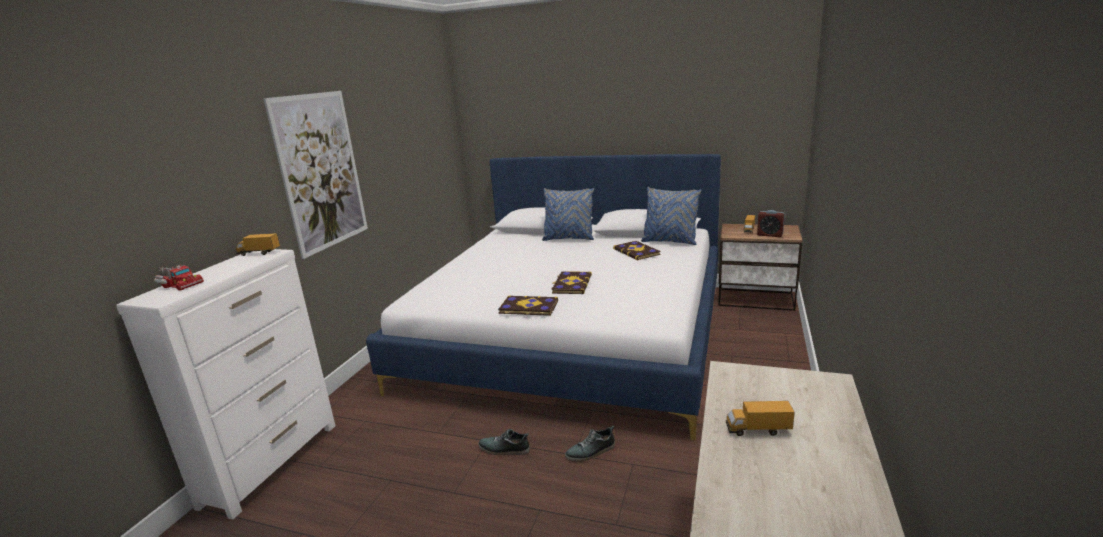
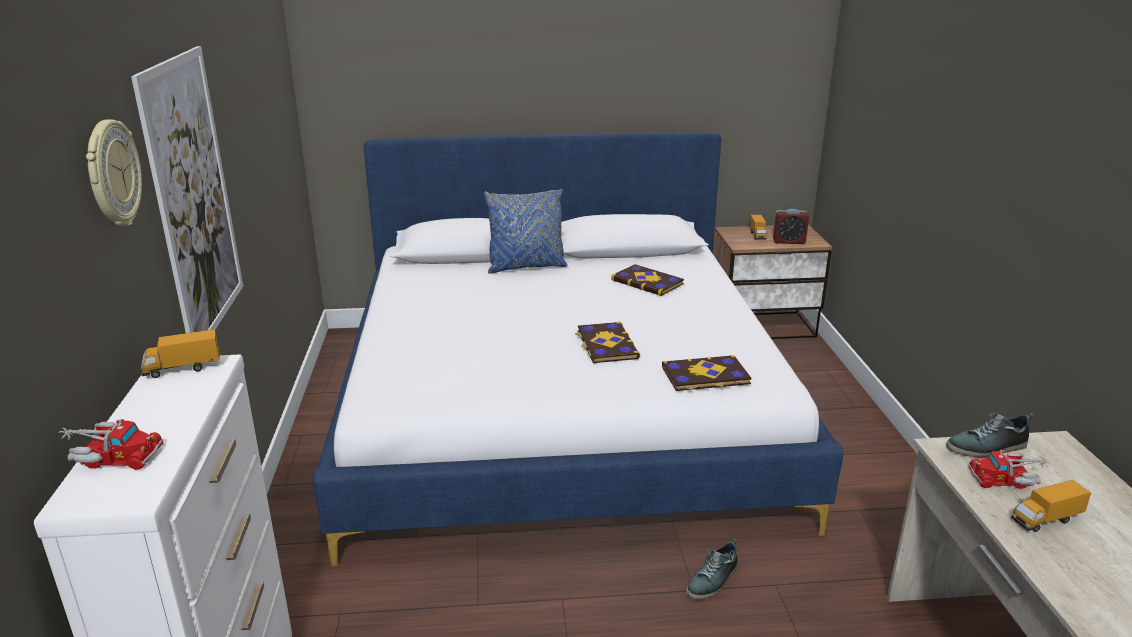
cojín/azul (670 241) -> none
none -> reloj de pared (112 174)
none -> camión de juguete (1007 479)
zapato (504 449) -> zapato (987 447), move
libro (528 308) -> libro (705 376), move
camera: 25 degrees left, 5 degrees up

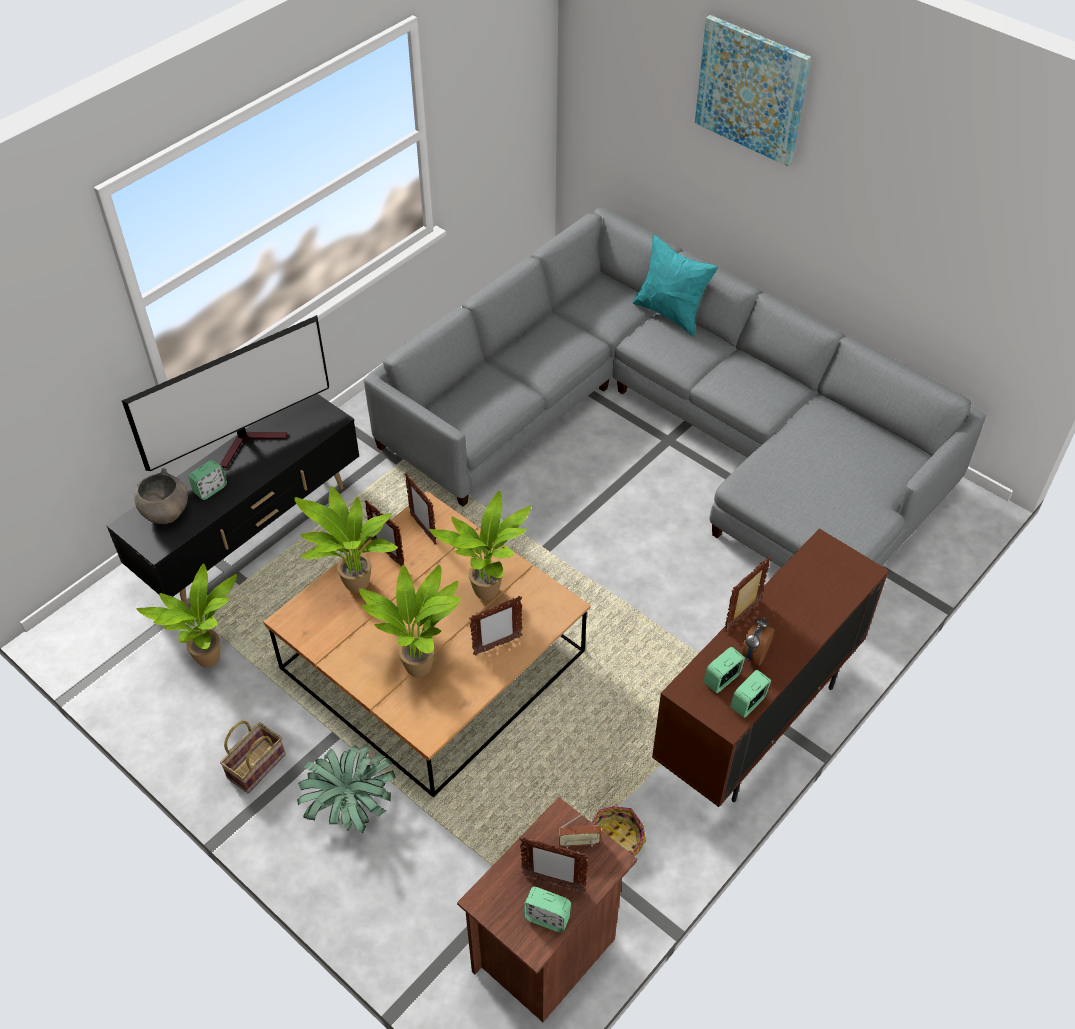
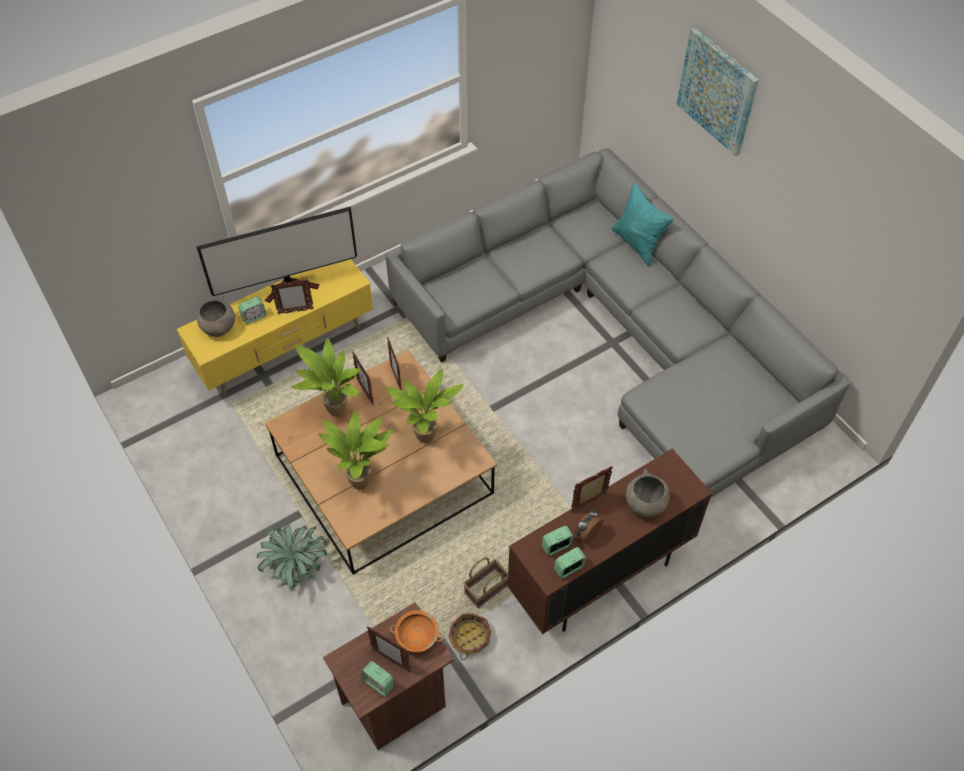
planta en maceta (211 662) -> none
none -> cuenco/gris (645 505)
cesta (256 764) -> cesta (487 588), move
portarretratos (497 645) -> portarretratos (295 311), move
radio (579 843) -> cuenco/naranja (417 637)
mueble de televisión/negro (253 534) -> mueble de televisión/amarillo (286 350)
camera: 15 degrees right, 5 degrees up

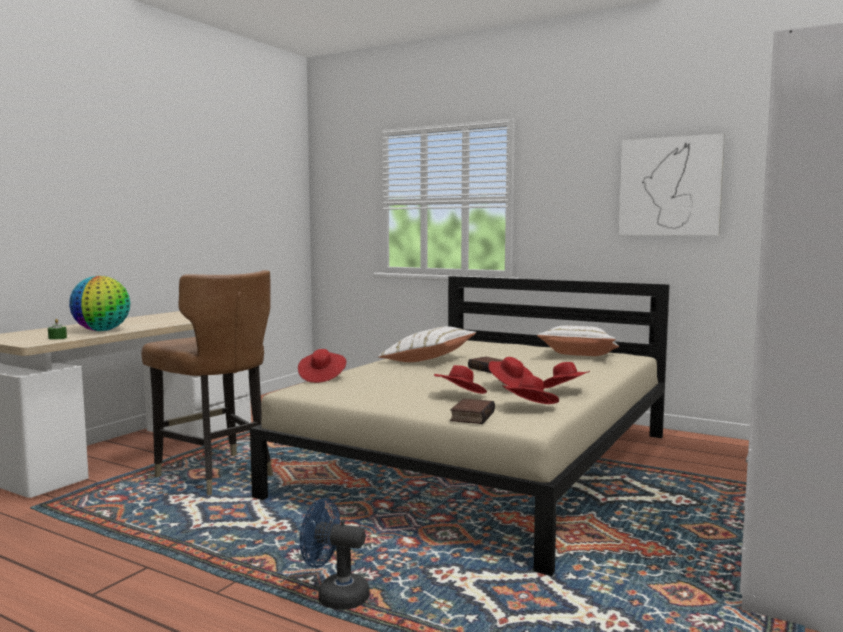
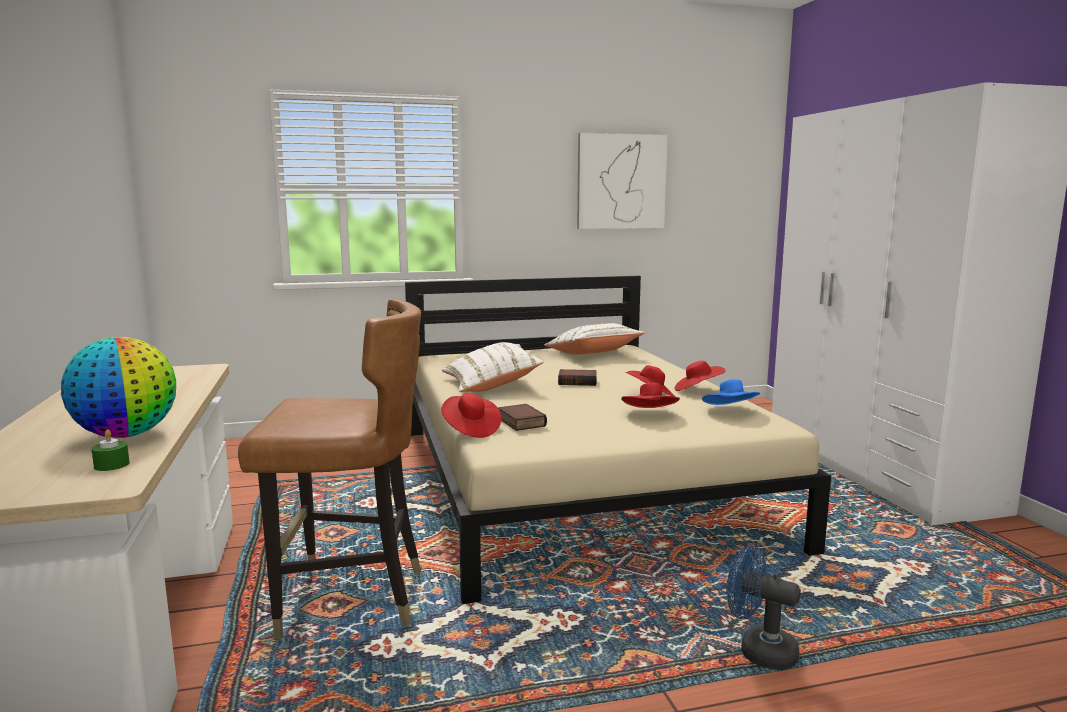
libro (471 416) -> libro (519 422), move
sombrero/rojo (530 408) -> sombrero/azul (730 411)
ventilador/azul (335 596) -> ventilador/azul (758 651), 60 degrees clockwise
camera: 45 degrees left, 5 degrees up

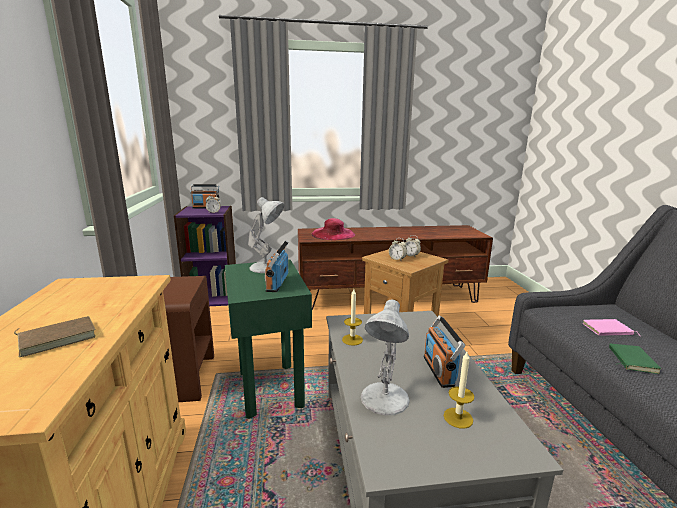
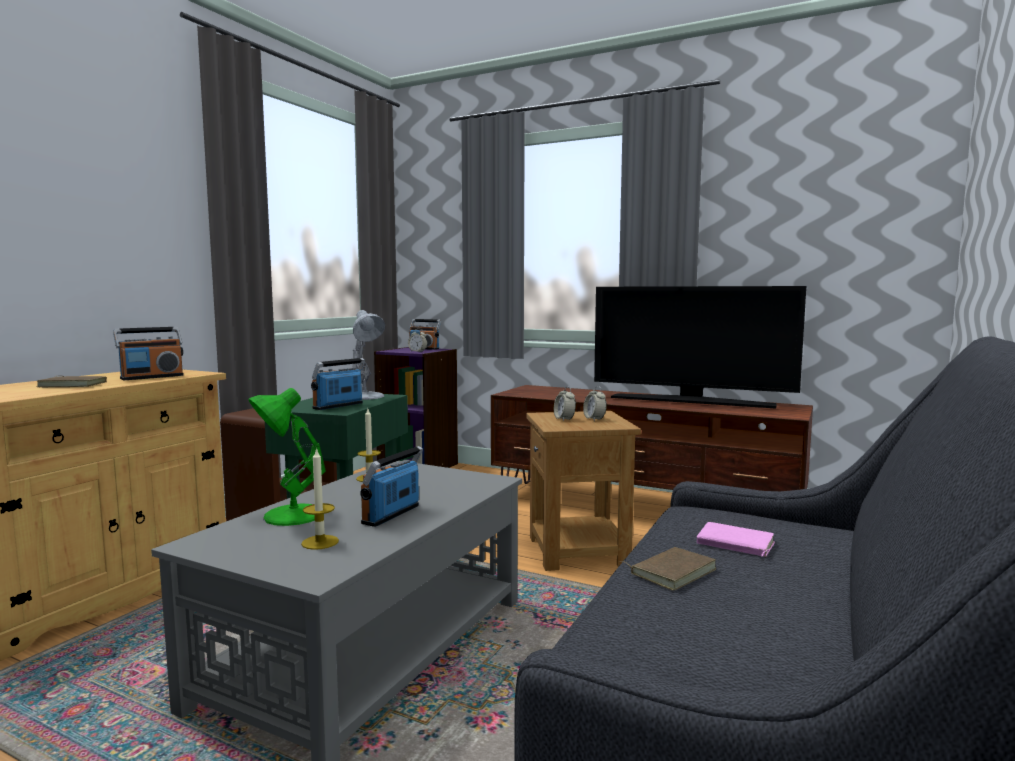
sombrero/rosa (333 234) -> none
none -> radio (152 377)
none -> televisor (692 402)
lámpara de mesa/blanco (384 400) -> lámpara de mesa/verde (290 516)
libro/verde (630 360) -> libro/marrón (671 571)
camera: 35 degrees right, 10 degrees down

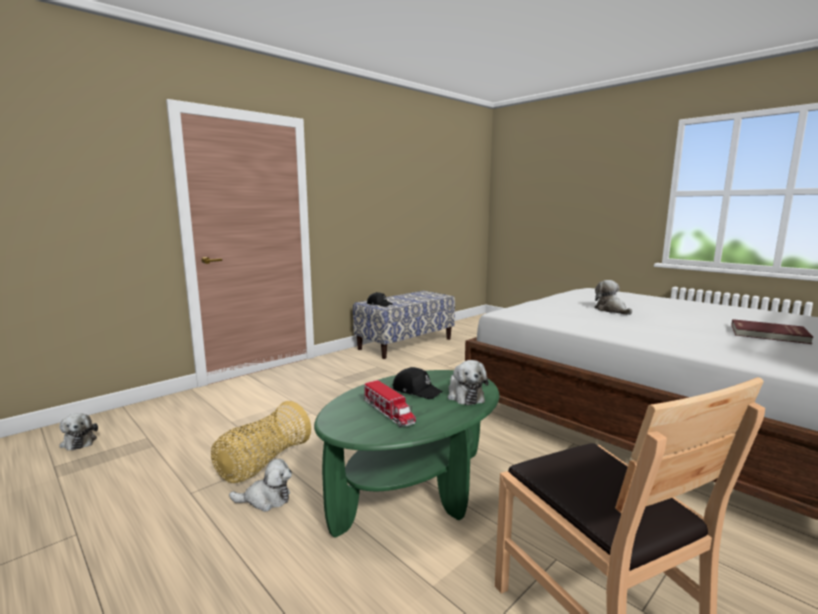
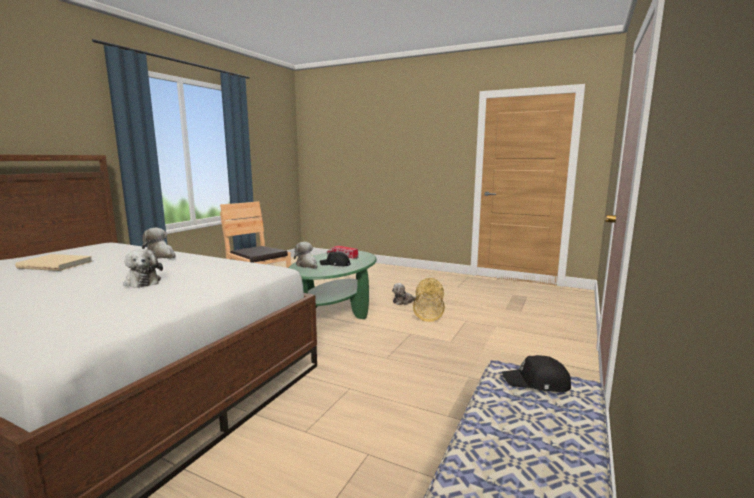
peluche (79 441) -> peluche (161 256), move
libro/rojo (769 334) -> libro/beis (56 264)
camera: 160 degrees right, 0 degrees up

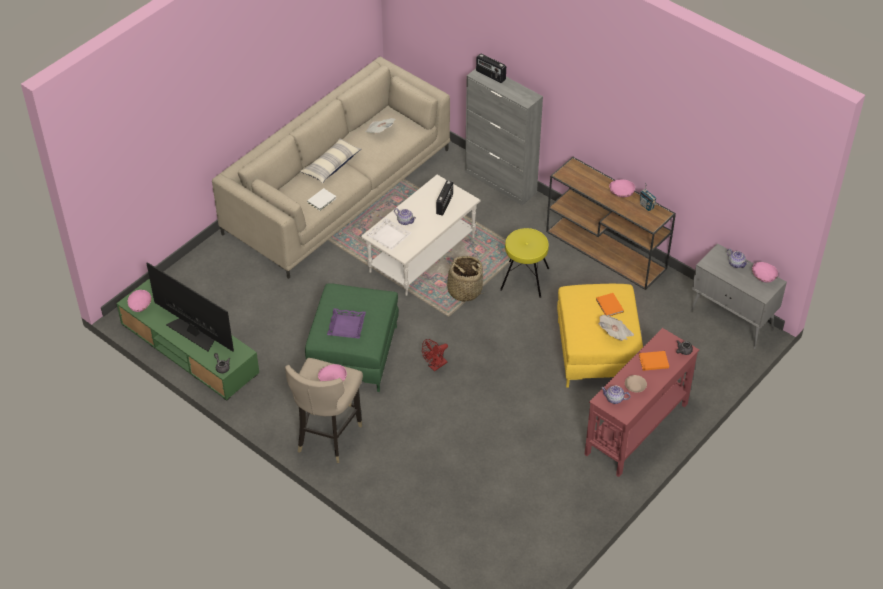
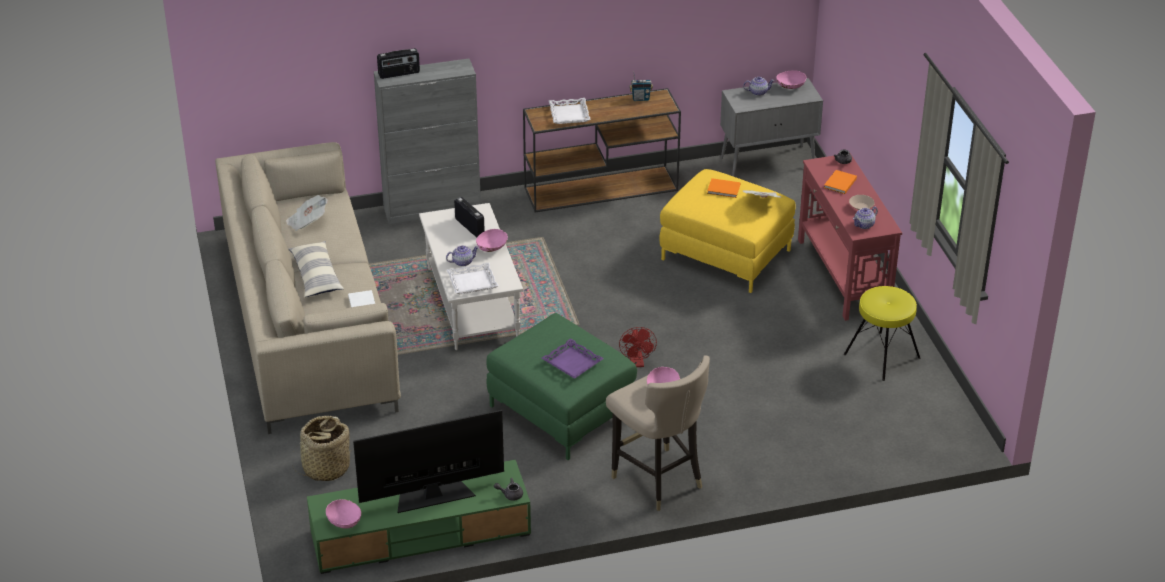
none -> bandeja/blanco (569 114)
cesta (464 290) -> cesta (326 468), move
taburete/amarillo (525 279) -> taburete/amarillo (881 355), move
cuenco/rosa (621 194) -> cuenco/rosa (492 248), move
camera: 55 degrees left, 10 degrees down

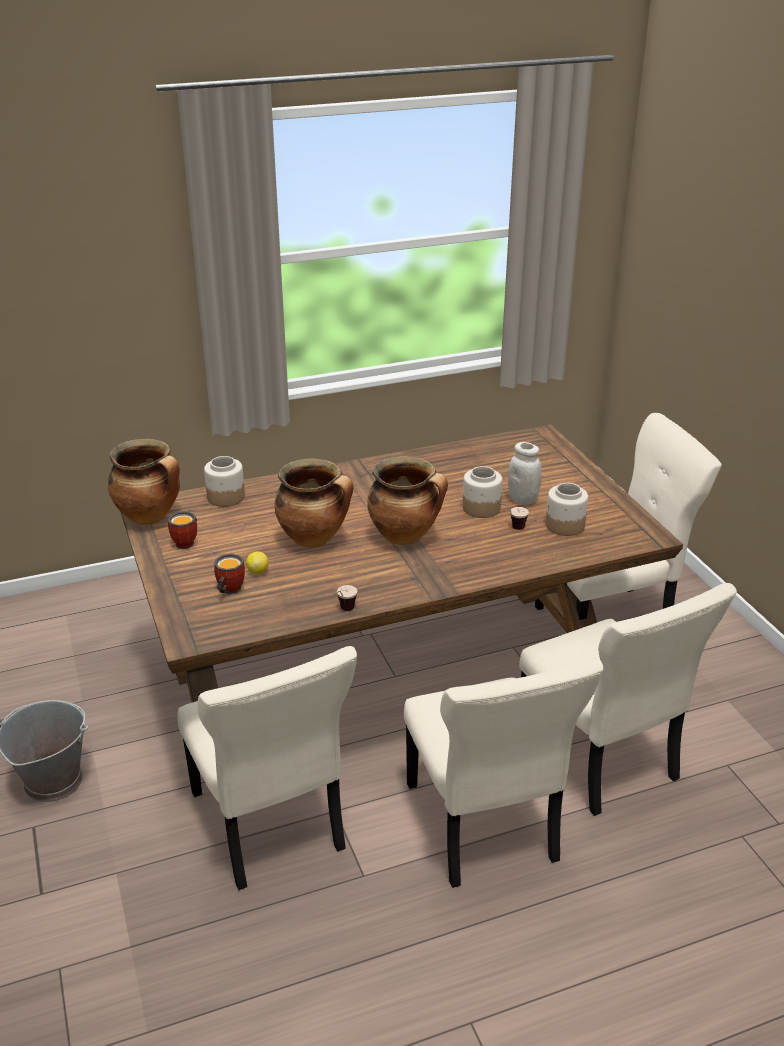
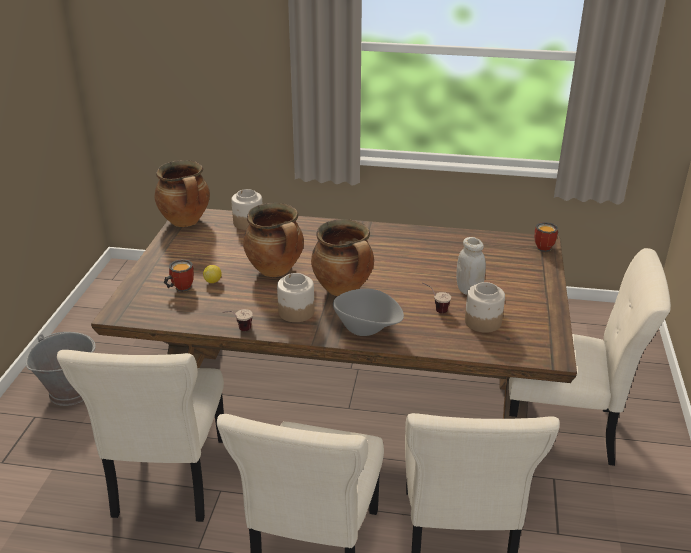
none -> cuenco/gris (368 330)
taza grande (188 542) -> taza grande (546 247), move
tarro (480 508) -> tarro (296 312), move
camera: 30 degrees right, 0 degrees up

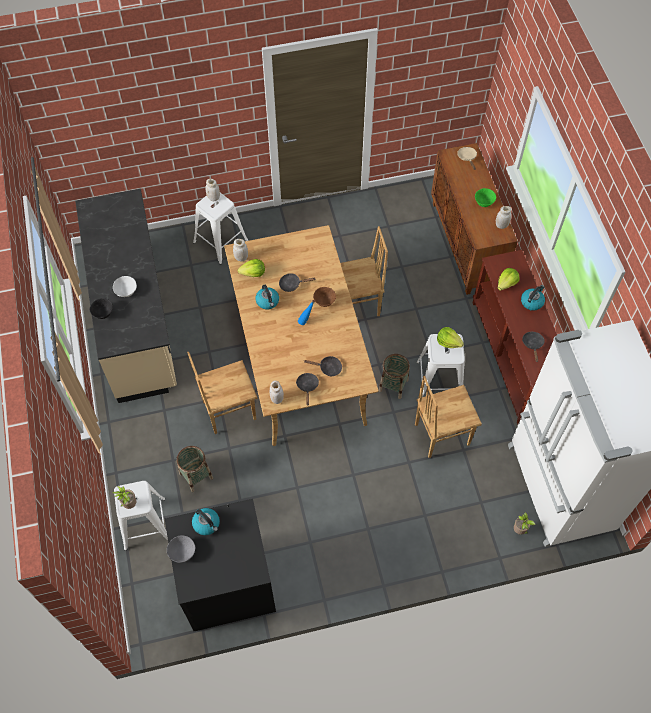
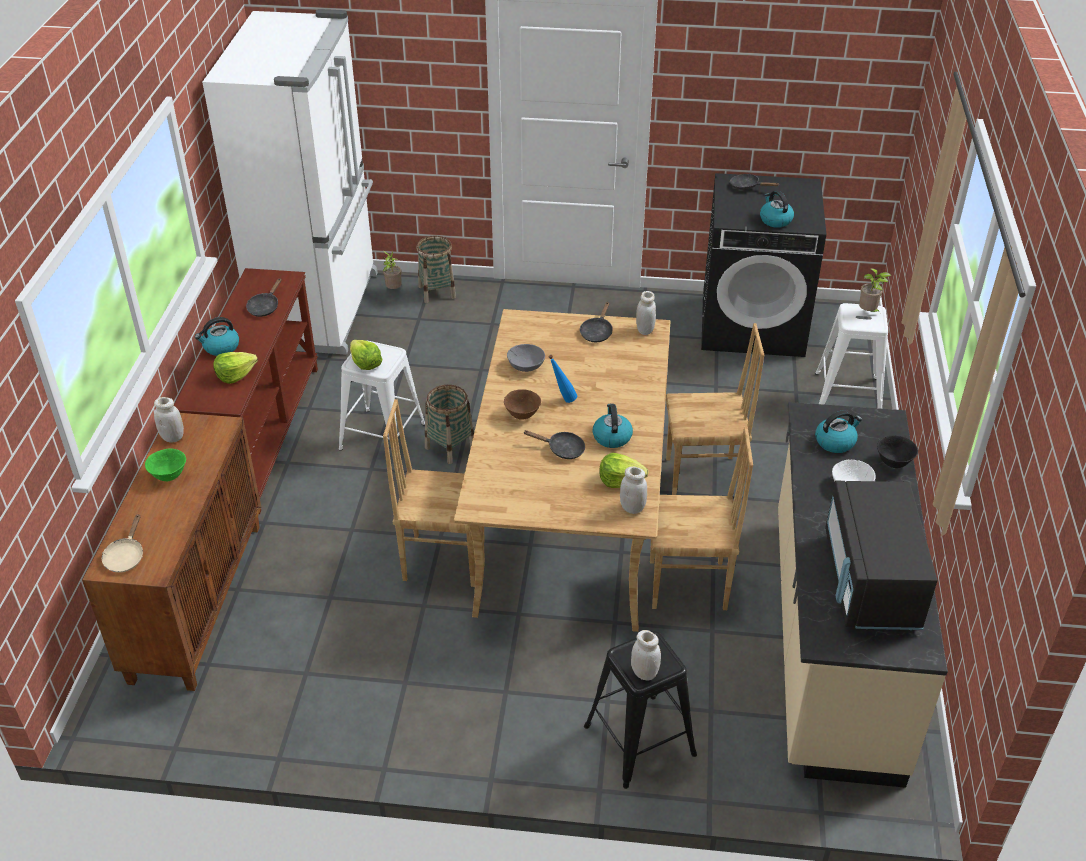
none -> hervidor (835 442)
none -> microondas/negro (870 582)
cuenco/gris (182 552) -> cuenco/gris (525 366), move
cesta (196 475) -> cesta (437 292), move
sartén/negro (328 368) -> sartén/negro (747 186), move
silla/marrón (441 434) -> silla/marrón (688 586), move
taburete/blanco (220 241) -> taburete/negro (639 741)
camera: 160 degrees left, 20 degrees down

